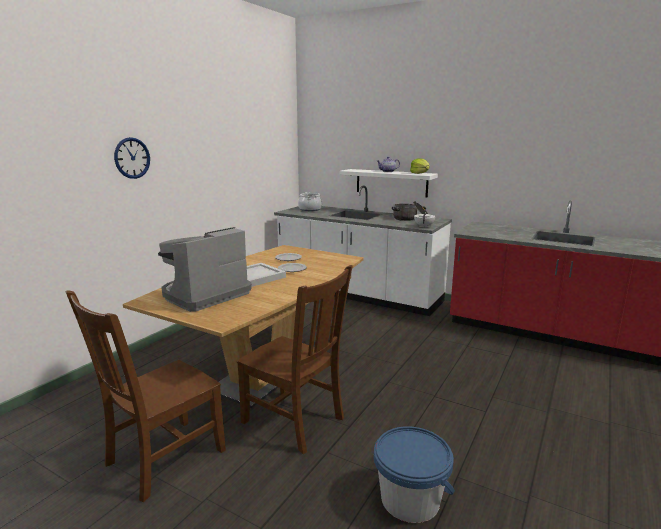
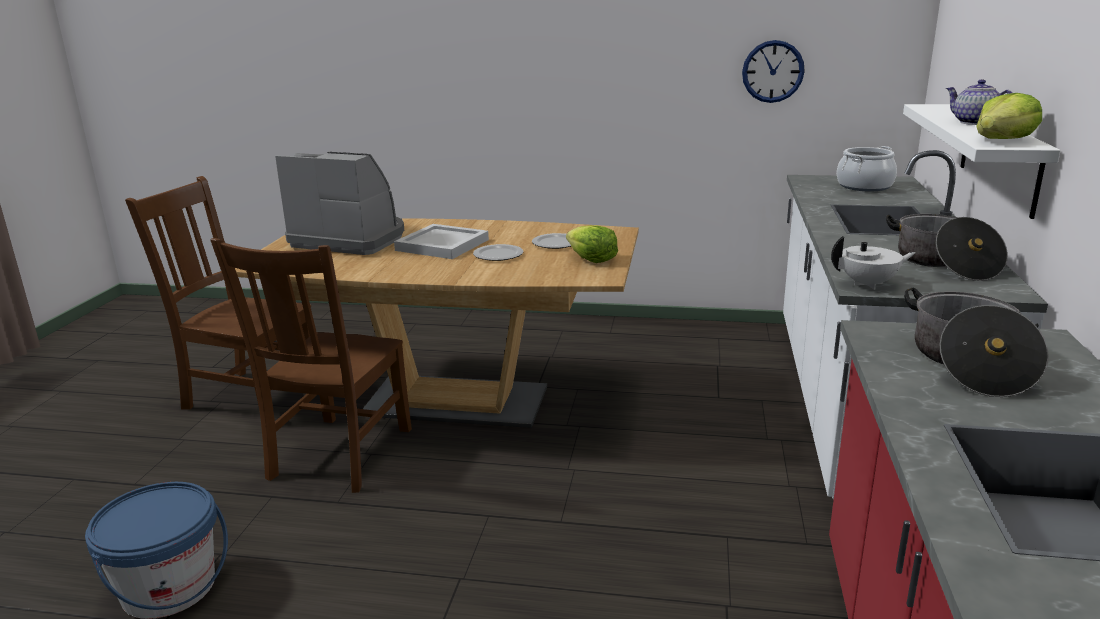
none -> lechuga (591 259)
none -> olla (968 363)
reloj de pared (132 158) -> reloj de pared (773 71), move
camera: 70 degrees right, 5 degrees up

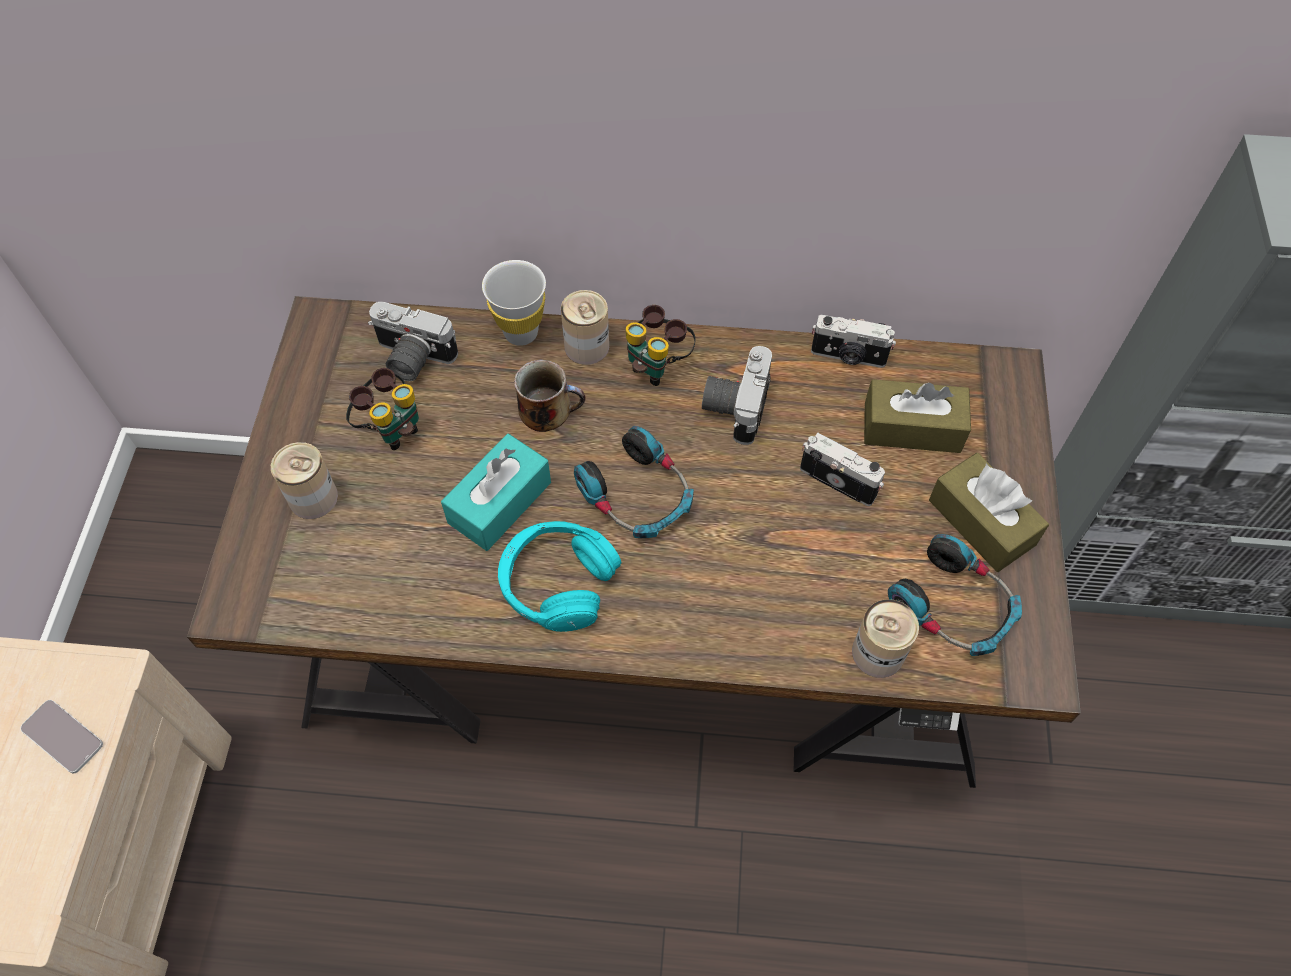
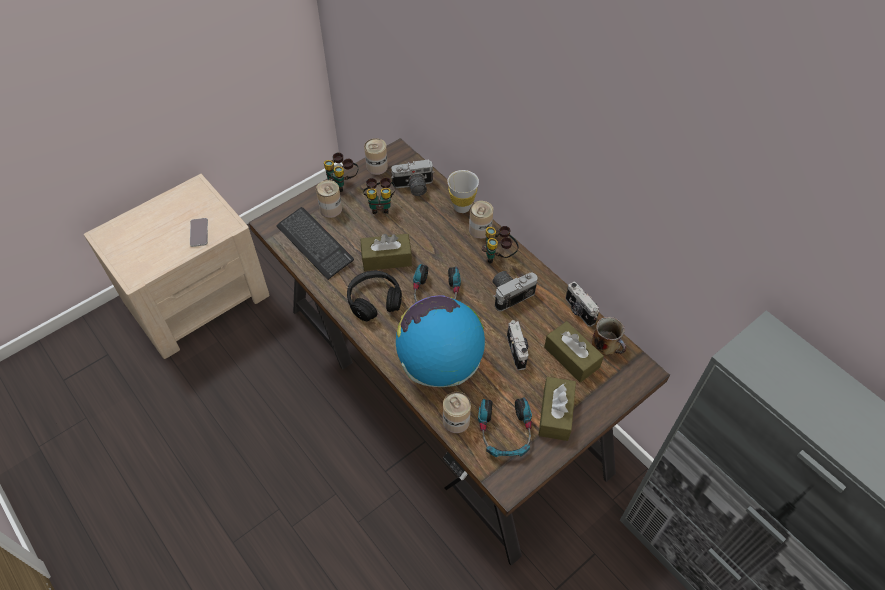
none -> teclado (315 244)
none -> prismáticos (343 183)
none -> lata (377 167)
none -> globo terráqueo (440 364)
taza grande (548 410) -> taza grande (607 344), move
caja de pañuelos/turquesa (499 502) -> caja de pañuelos/marrón (386 258)
auriculares/turquesa (557 583) -> auriculares/negro (374 300)
cámara (411 359) -> cámara (413 187), 75 degrees counterclockwise
camera: 45 degrees right, 5 degrees down

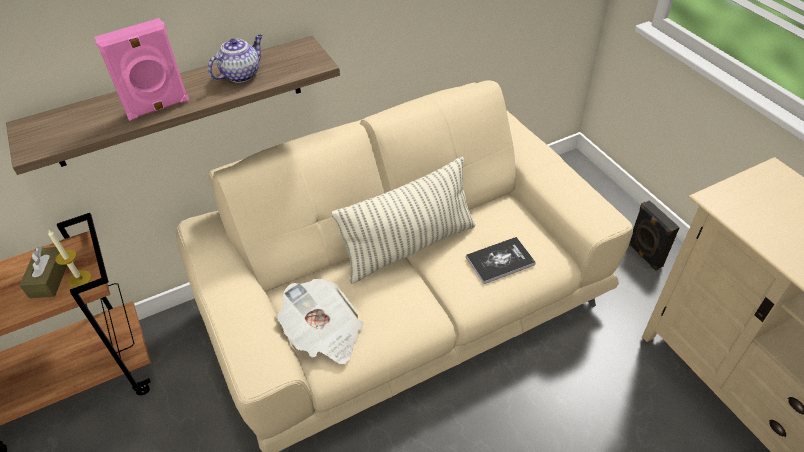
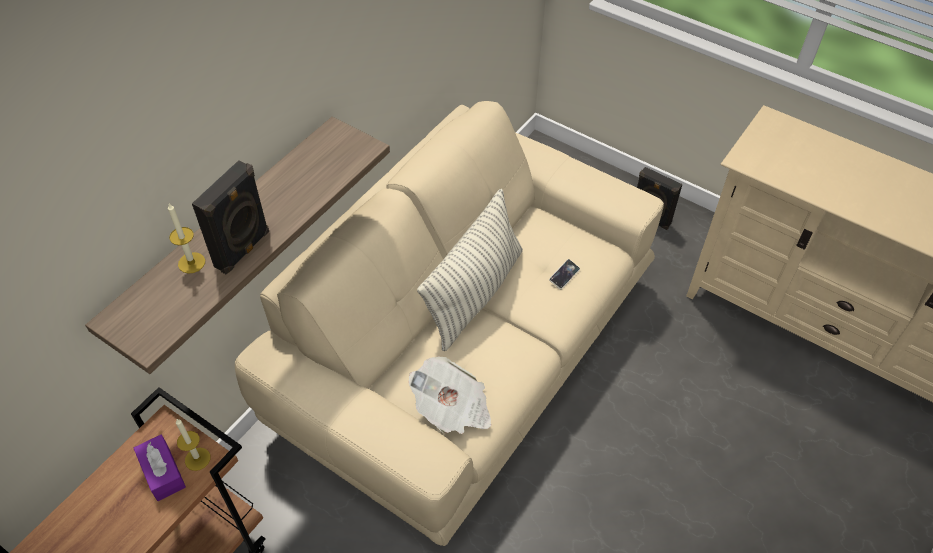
tetera (241 74) -> none
none -> vela (191 263)
libro (500 261) -> móvil (564 275)
caja de pañuelos/marrón (49 278) -> caja de pañuelos/morado (162 472)
altavoz/rosa (158 108) -> altavoz/negro (244 250)
camera: 30 degrees left, 5 degrees up

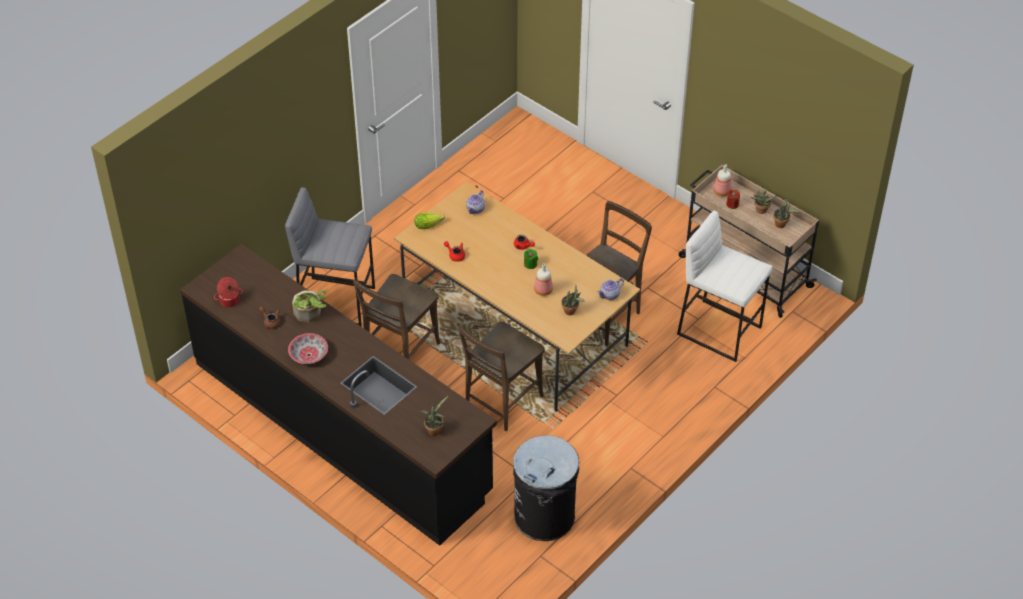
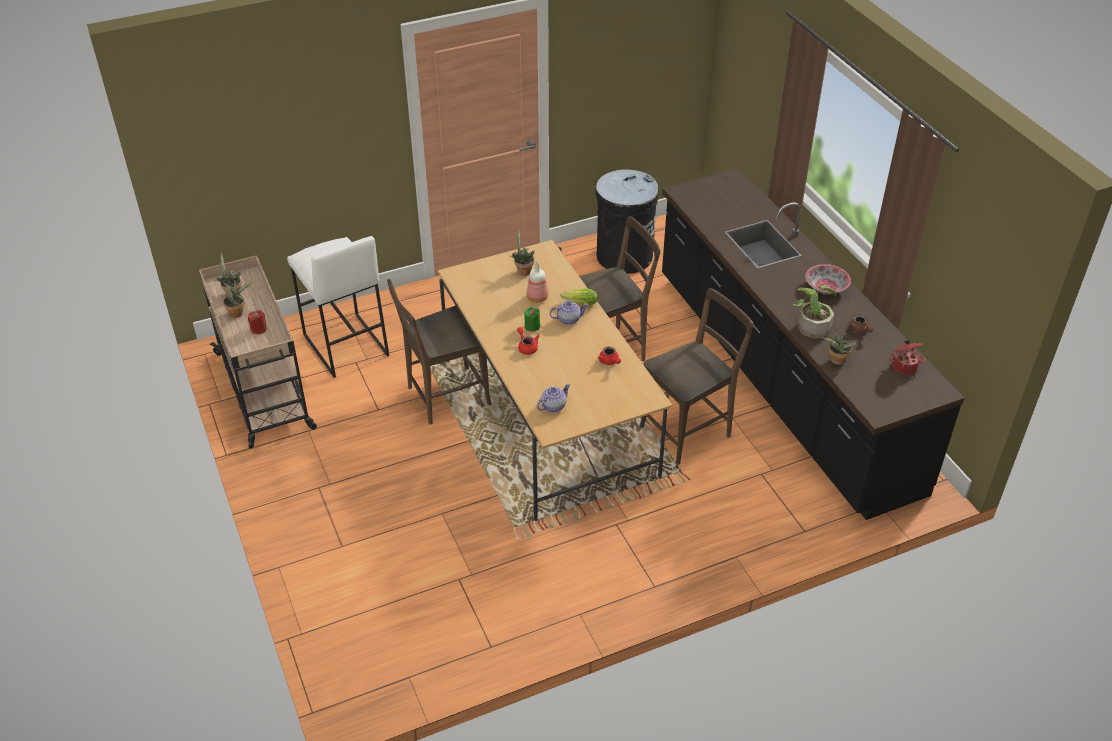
taburete/gris (336 301) -> none
botella (722 192) -> none
lechuga (430 225) -> lechuga (578 303), move
planta en maceta (434 429) -> planta en maceta (836 362), move
tetera (610 295) -> tetera (569 319), move
camera: 155 degrees left, 5 degrees down

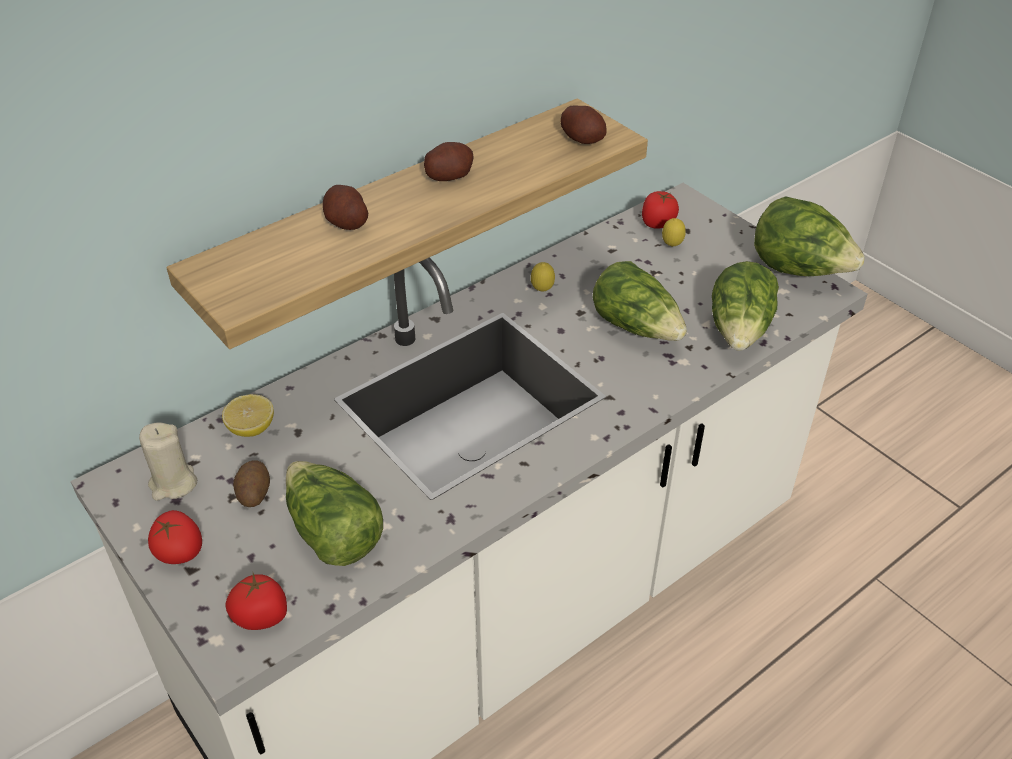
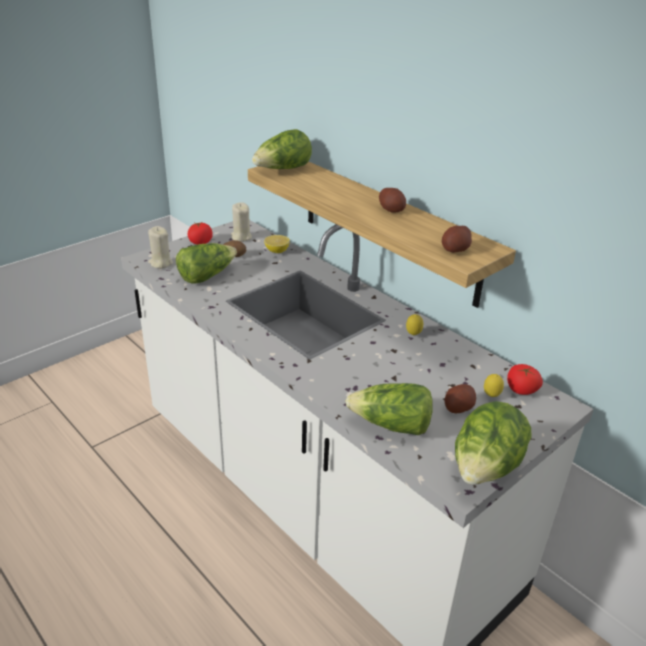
patata (346 222) -> patata (458 407), move
lechuga (637 326) -> lechuga (282 170), move
tomate (261 616) -> vela/beis (160 263)
camera: 85 degrees right, 10 degrees down

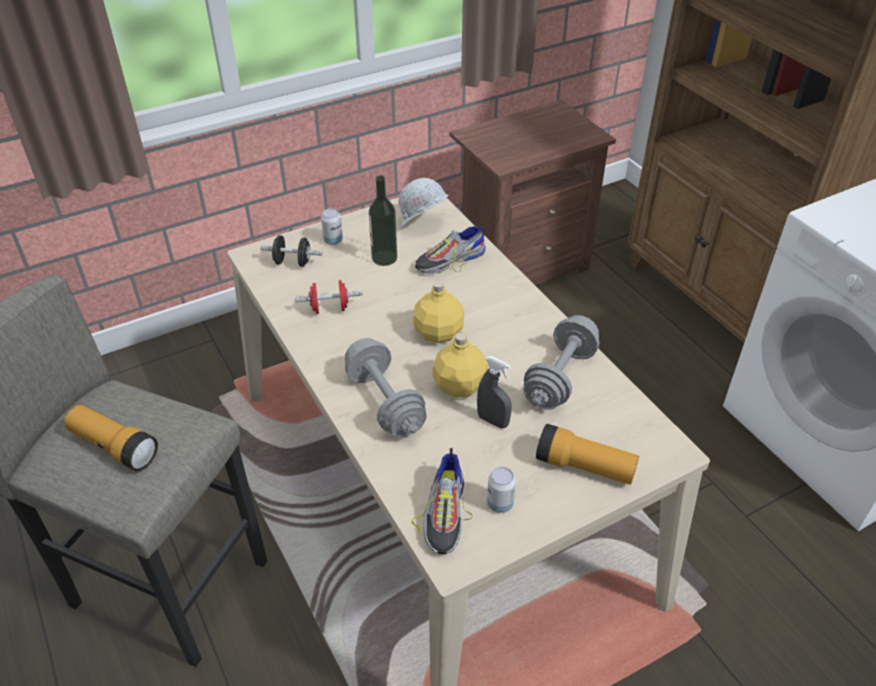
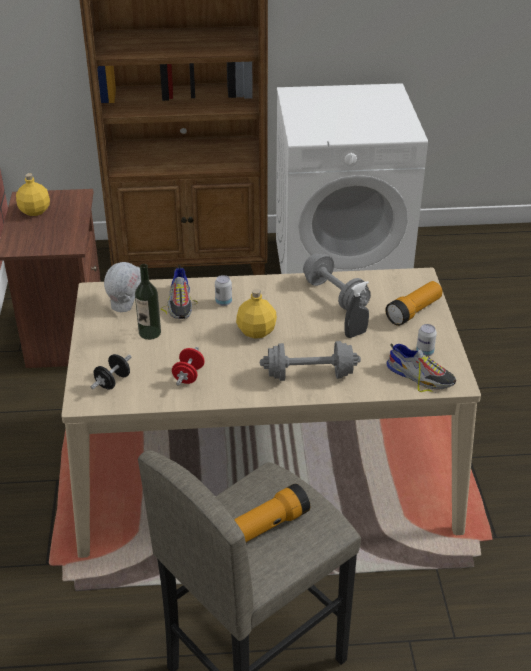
lata (333 241) -> lata (223 302), move
botella/amarillo (459 386) -> botella/amarillo (35 211), move
camera: 65 degrees left, 5 degrees down

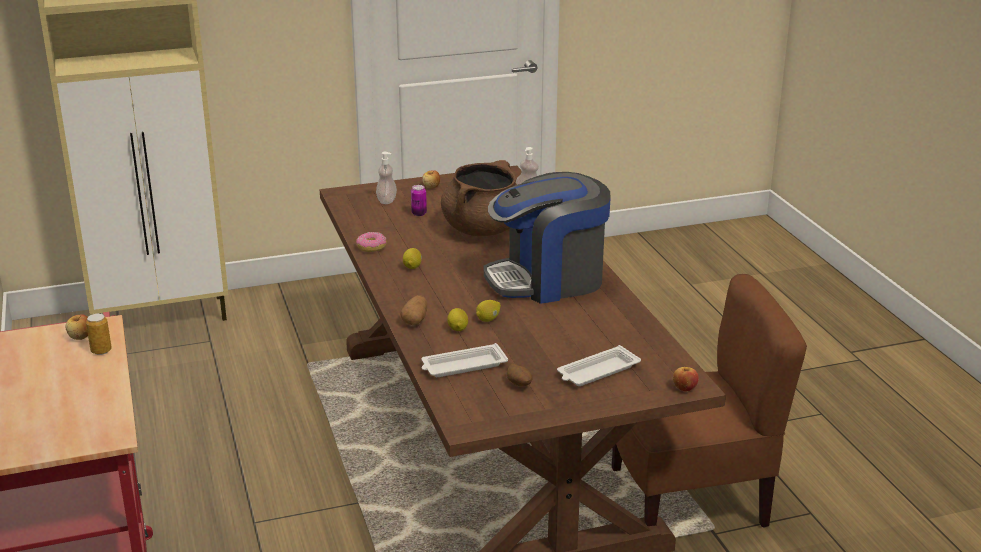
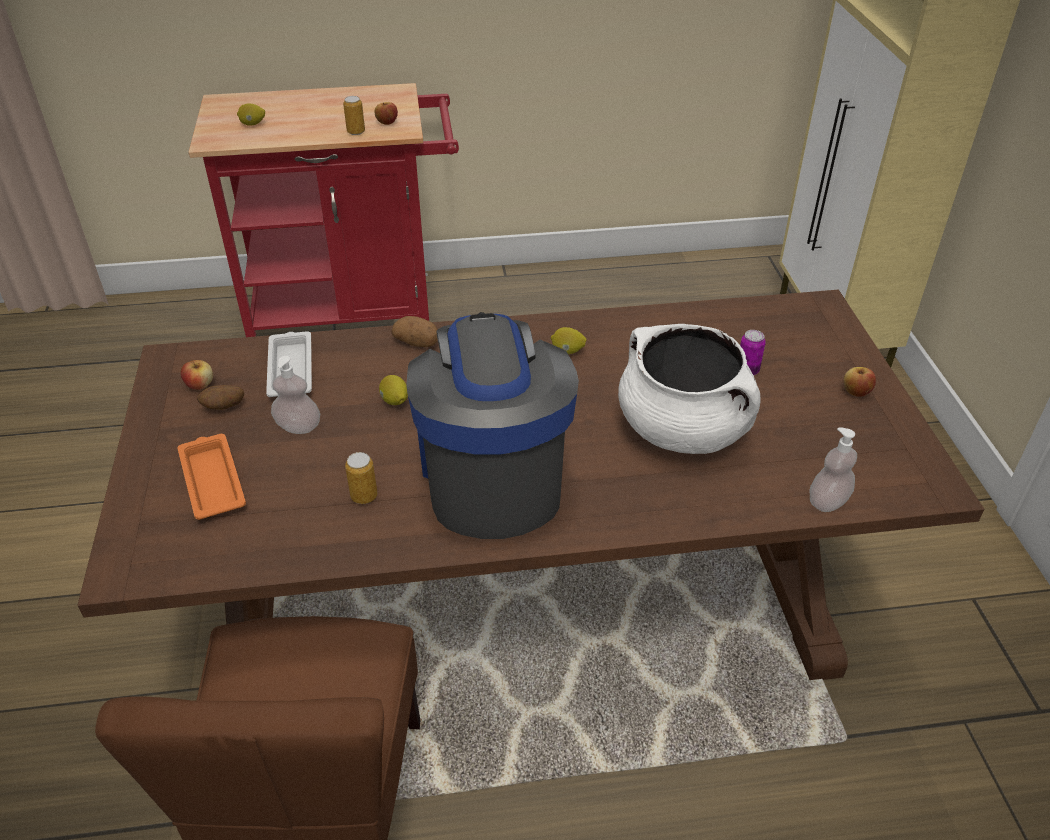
rosquilla (371 247) -> none
none -> lata (364 496)
dispensador de jabón (386 201) -> dispensador de jabón (298 427), move
limón (458 328) -> limón (252 124), move
manzana (684 388) -> manzana (200 385), move
olla/marrón (483 229) -> olla/blanco (684 429)
bandeja/blanco (597 372) -> bandeja/naranja (212 480)
camera: 100 degrees right, 15 degrees up

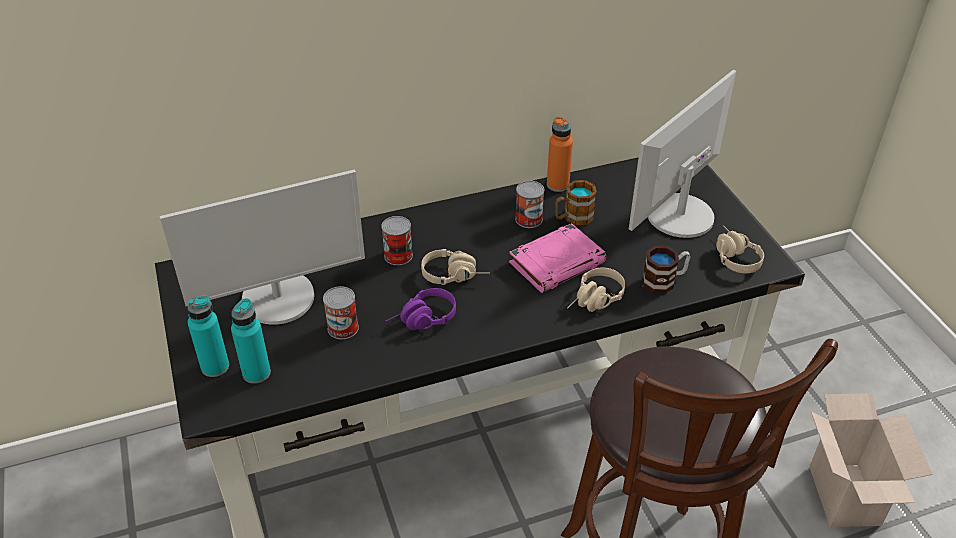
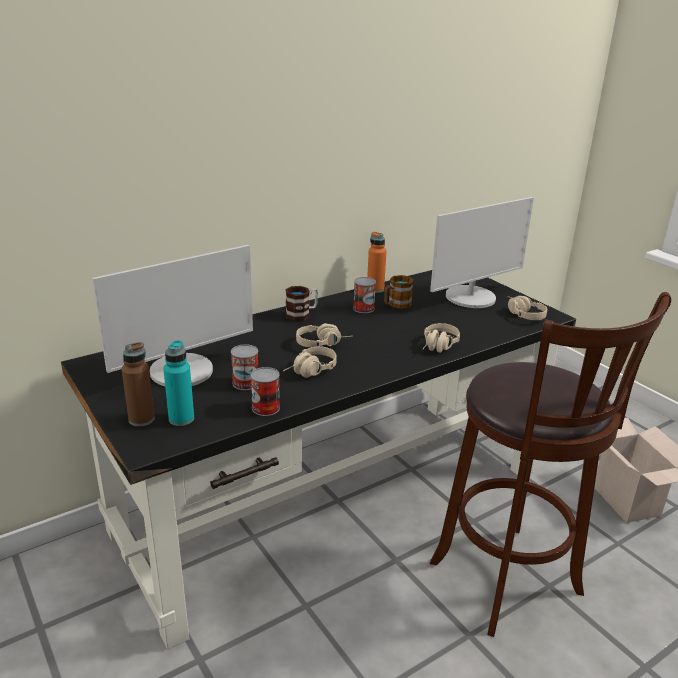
libro/rosa (557 262) -> none
lata (398 255) -> lata (265 408), move
taza grande (664 281) -> taza grande (302 314), move
botella/turquesa (215 366) -> botella/marrón (141 419)
auriculares/morado (422 321) -> auriculares/beis (310 372)
monitor (678 216) -> monitor (471 297), 150 degrees counterclockwise
camera: 15 degrees left, 15 degrees down

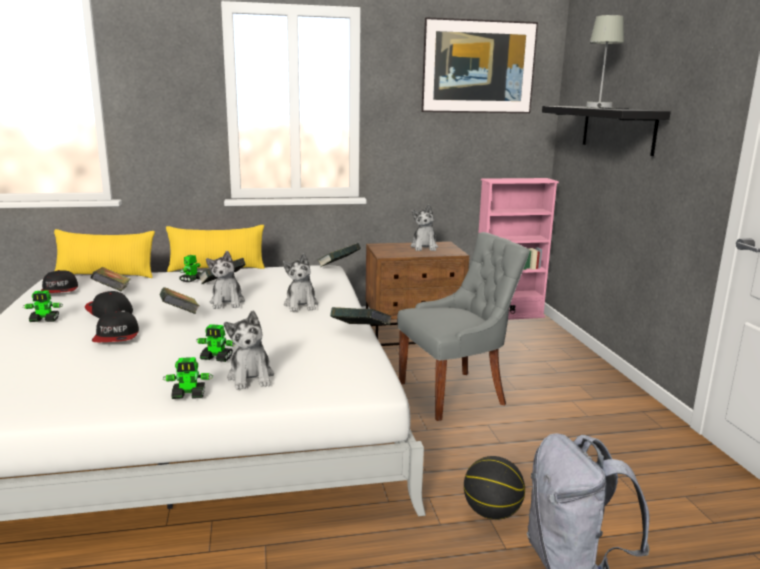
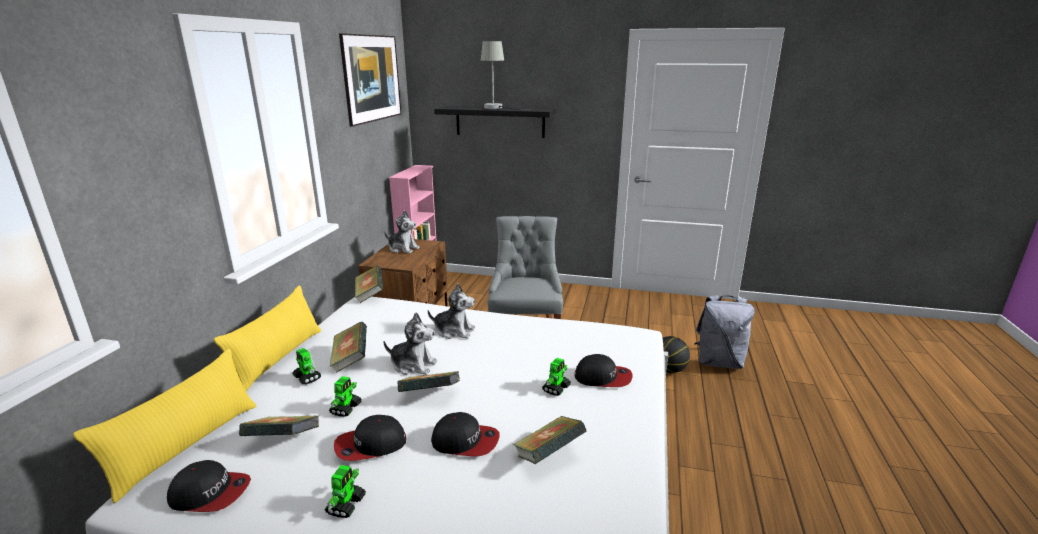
robot de juguete (189 395) -> robot de juguete (346 408), move
libro (360 332) -> libro (548 455), move
peluche (251 377) -> gorra (603 377)
camera: 65 degrees left, 5 degrees up

